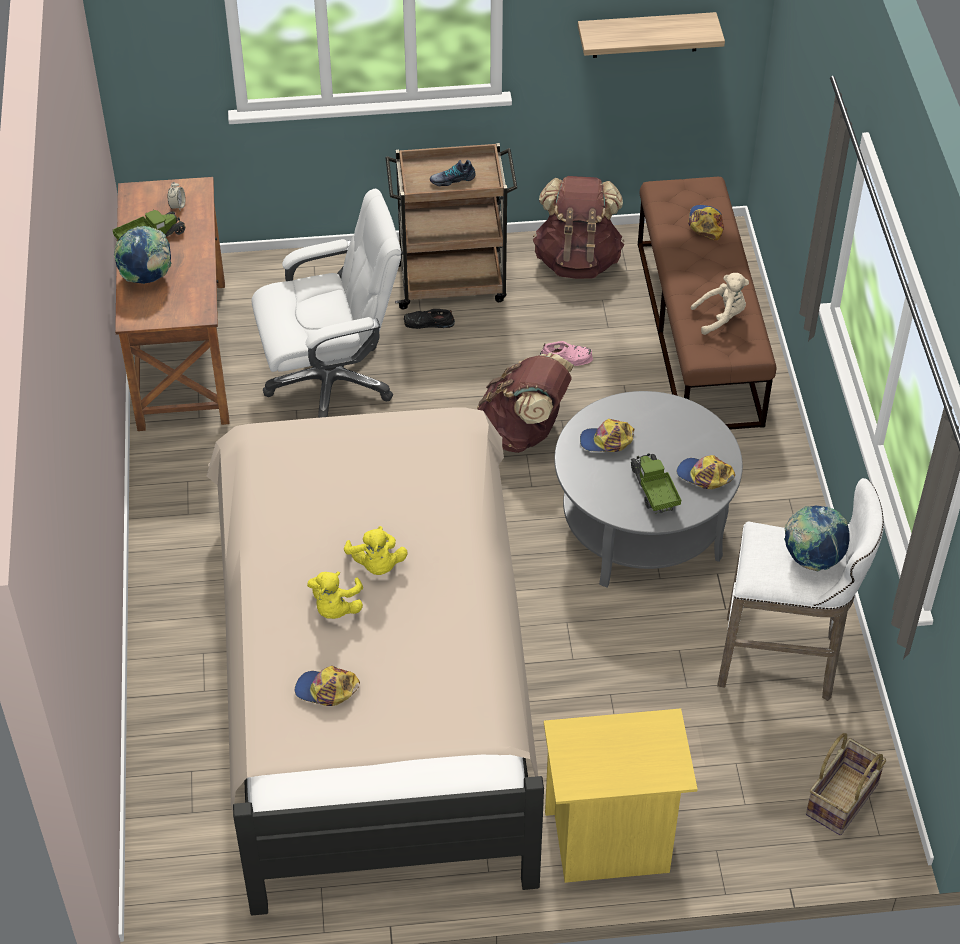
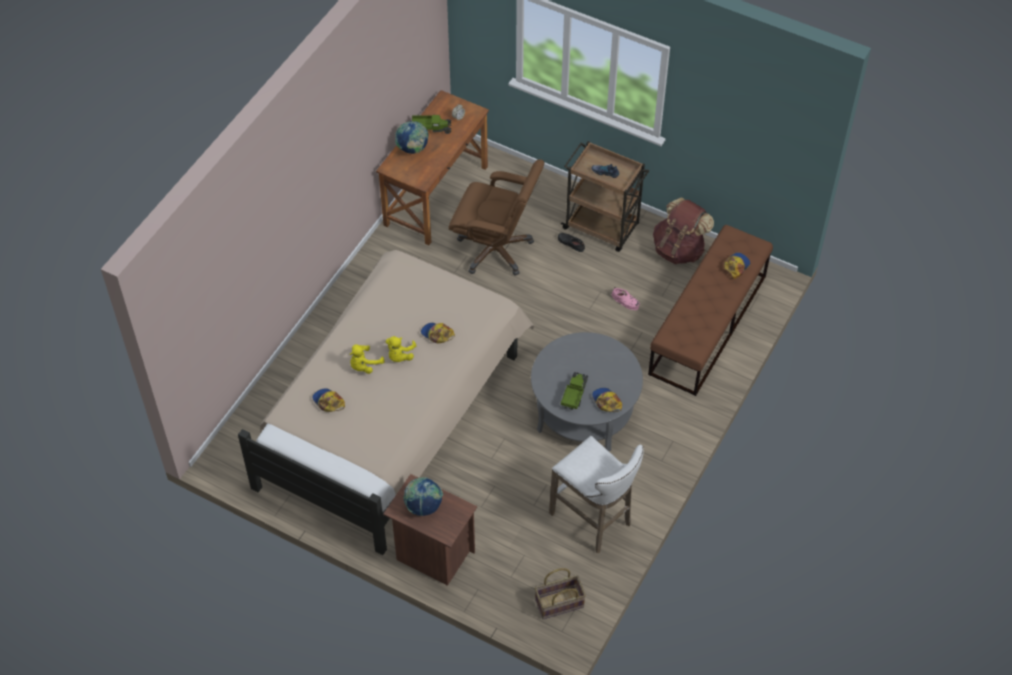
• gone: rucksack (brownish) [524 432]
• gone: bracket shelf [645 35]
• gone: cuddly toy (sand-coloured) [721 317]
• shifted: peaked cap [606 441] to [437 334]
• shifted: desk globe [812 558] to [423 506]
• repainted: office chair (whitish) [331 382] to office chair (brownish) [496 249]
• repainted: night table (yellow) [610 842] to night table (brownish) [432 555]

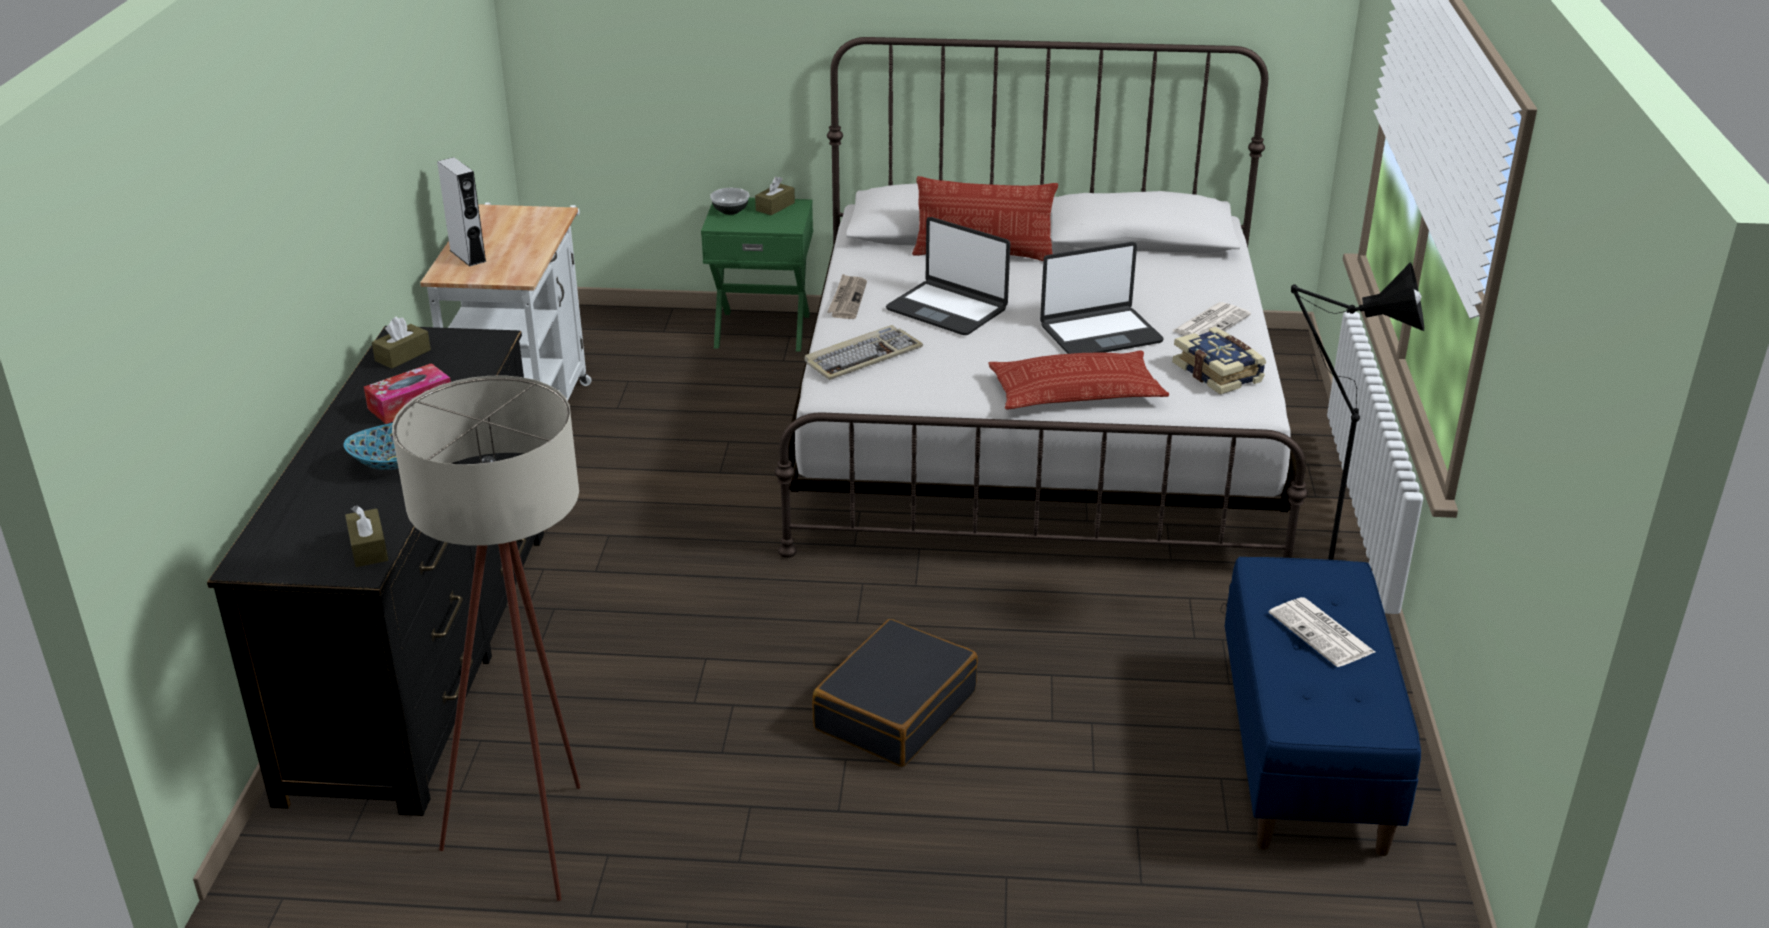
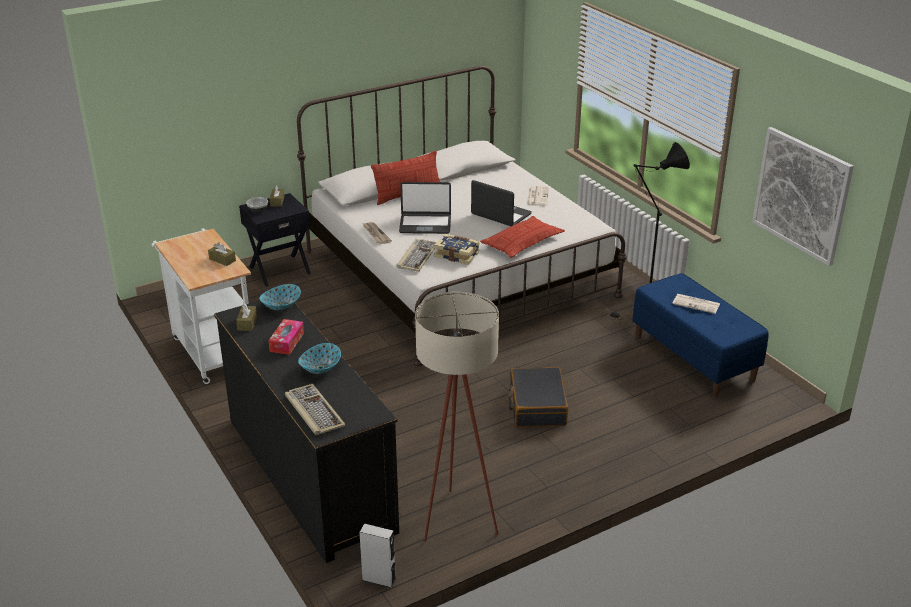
• new: serving bowl [281 306]
• new: keyboard [313 411]
• new: picture [801 195]
• shifted: tissue box (brownish) [368 548] to [222 260]
• shifted: audio speaker (grey) [468 256] to [379 579]
• shifted: bound book [1219 373] to [457 255]
• repainted: night table (greenish) [762 330] to night table (black) [279 270]
• rotated: notebook computer [1100 333] = [500 214] 90 degrees counterclockwise

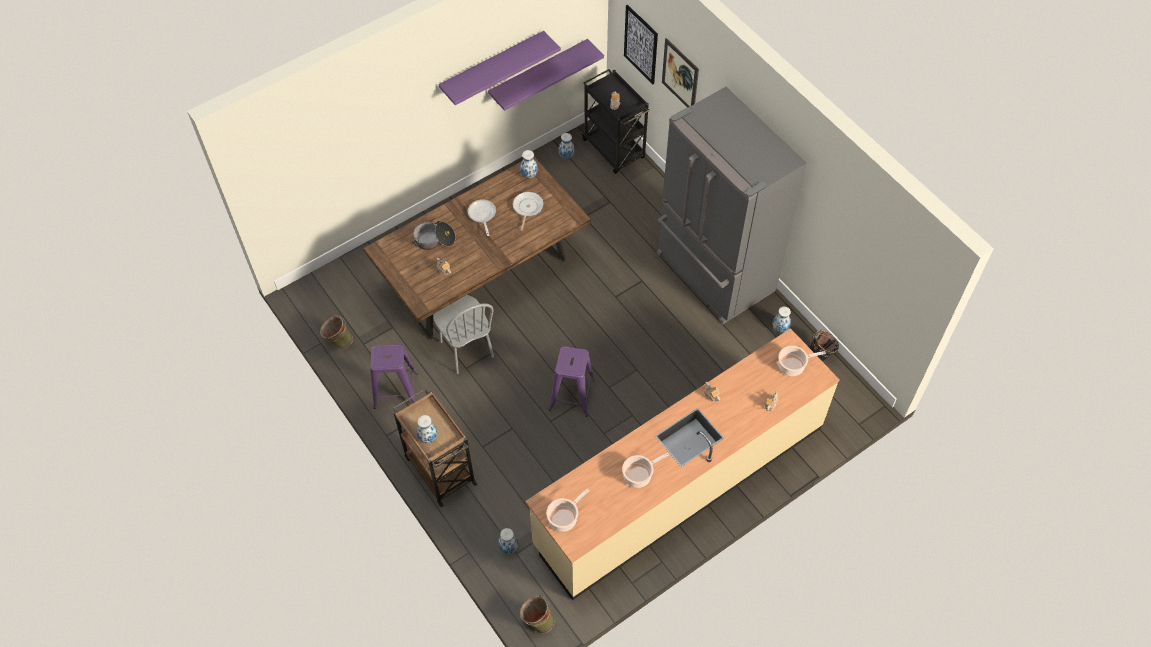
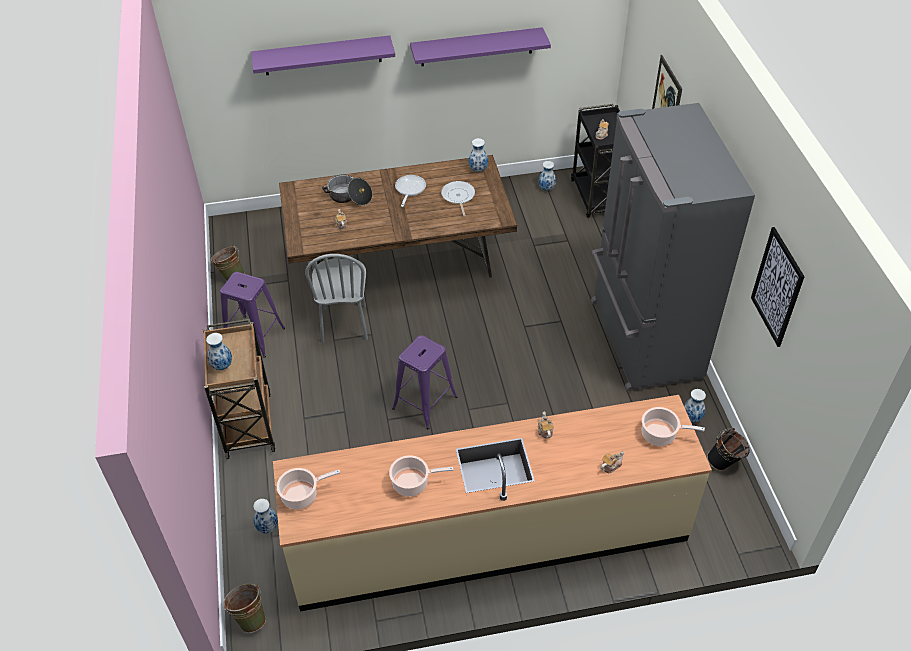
• shifted: bracket shelf (purple-coloured) [538 73] to [322 55]
• shifted: picture [641 44] to [777 287]
• rotated: frying pan [527 208] = [458 197] 45 degrees counterclockwise

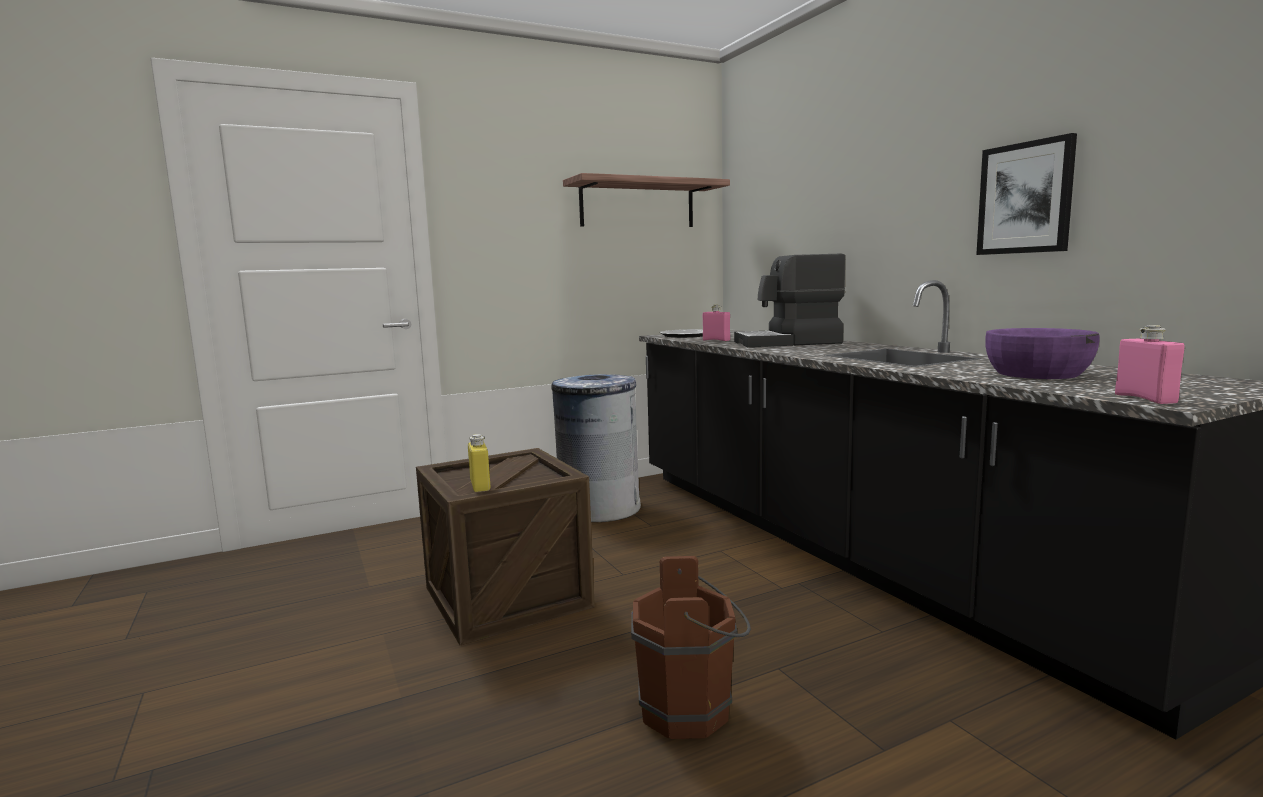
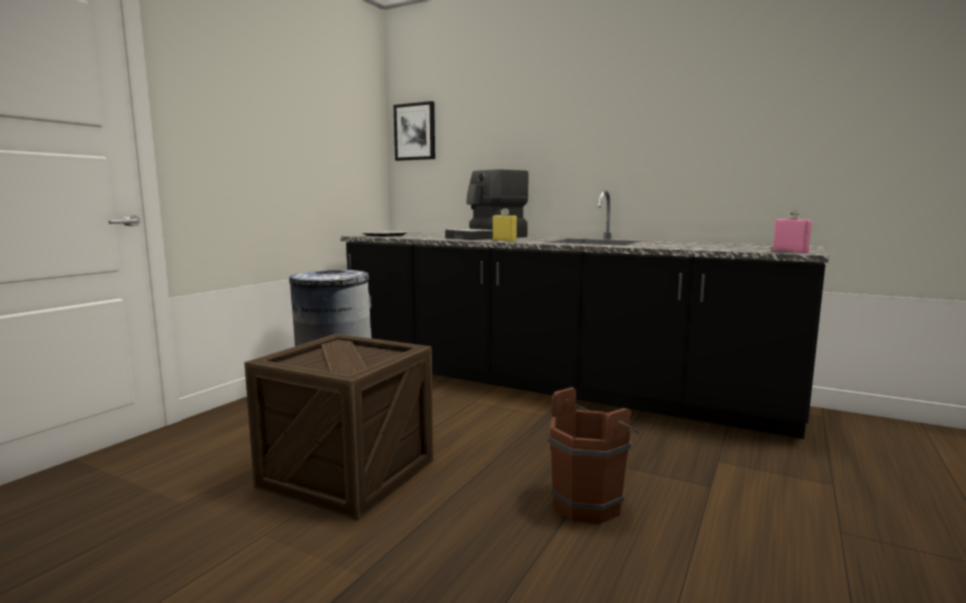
• gone: bracket shelf [637 204]
• gone: beverage bottle (pink-coloured) [716 340]
• gone: serving bowl (purple-coloured) [1037 373]
• shifted: beverage bottle (yellow) [480 486] to [504 241]
• shifted: picture [1025 198] to [415 132]

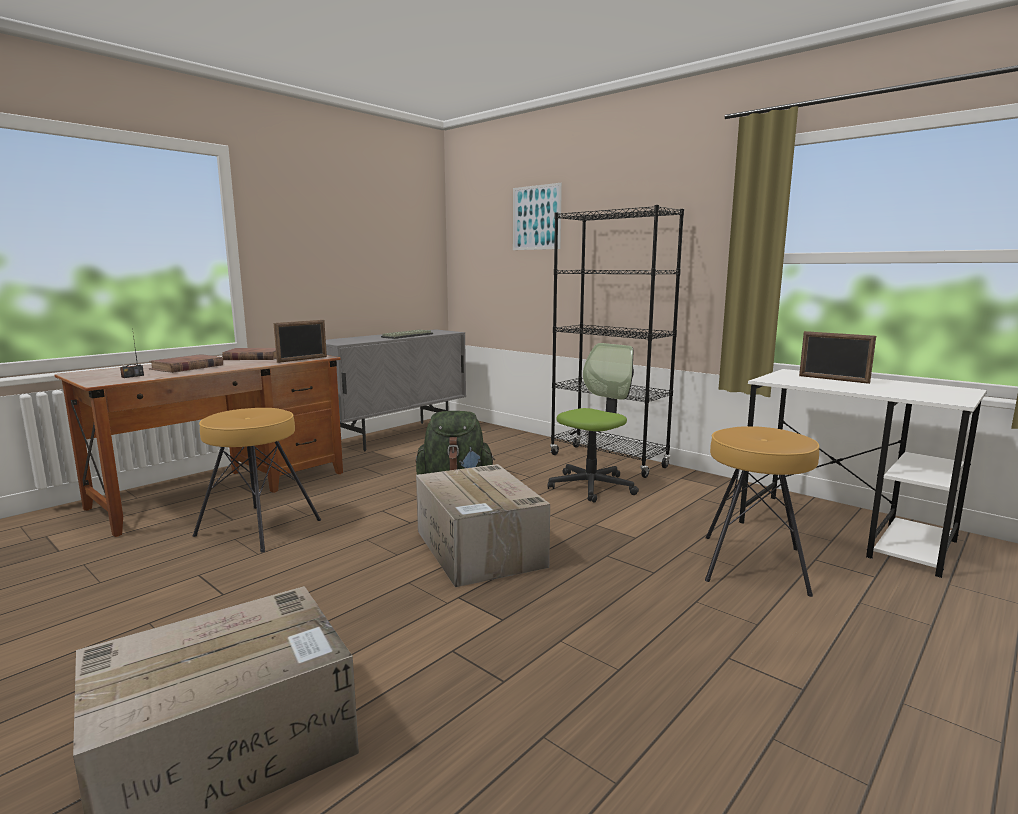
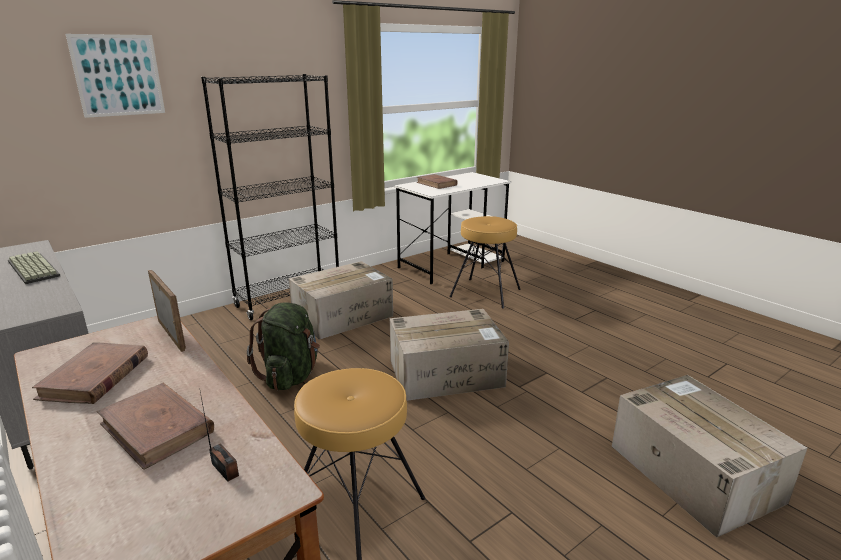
• swapped: office chair [592 486] to packing box [343 315]
• swapped: standing frame [833 379] to bound book (brownish) [436 184]

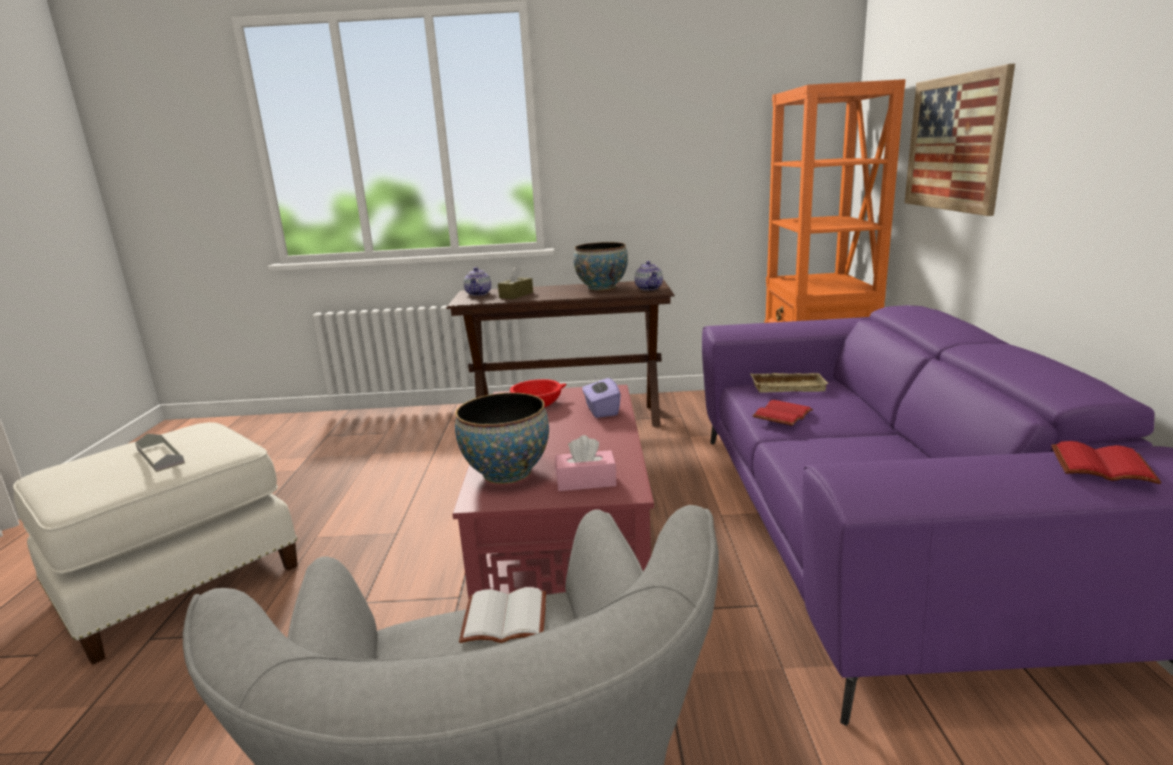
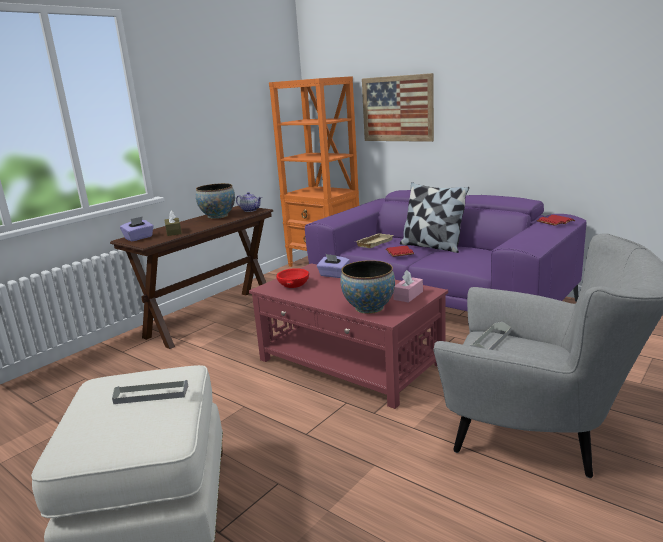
• new: cushion [432 246]
• swapped: bound book (whitish) [503 620] to serving tray (grey) [490 341]
• swapped: tea pot [479 294] to tissue box (purple-coloured) [139 238]

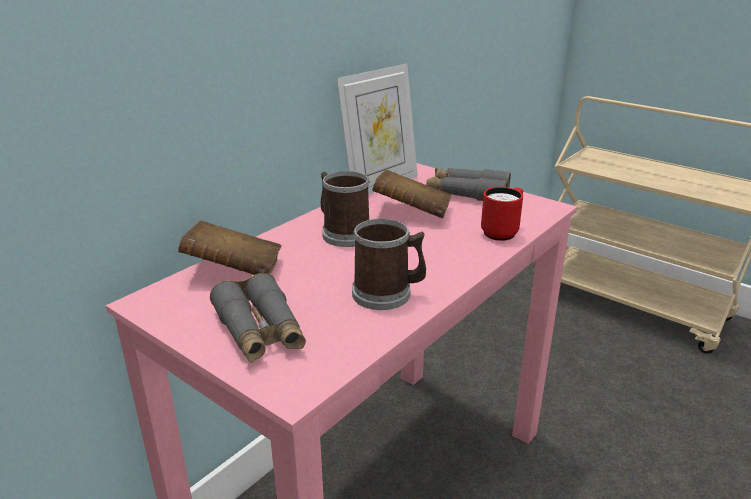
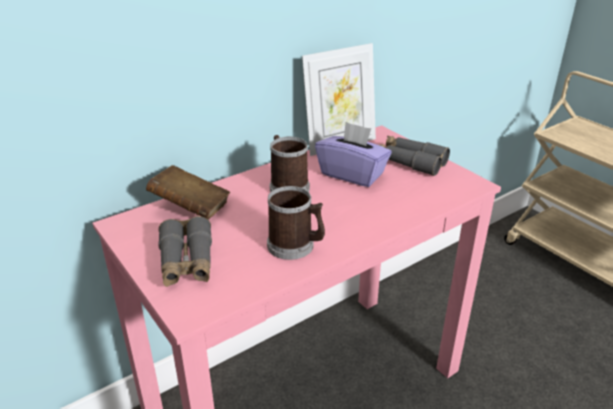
• gone: tea mug (red-coloured) [502 232]
• swapped: bound book (brownish) [412 212] to tissue box (purple-coloured) [352 174]

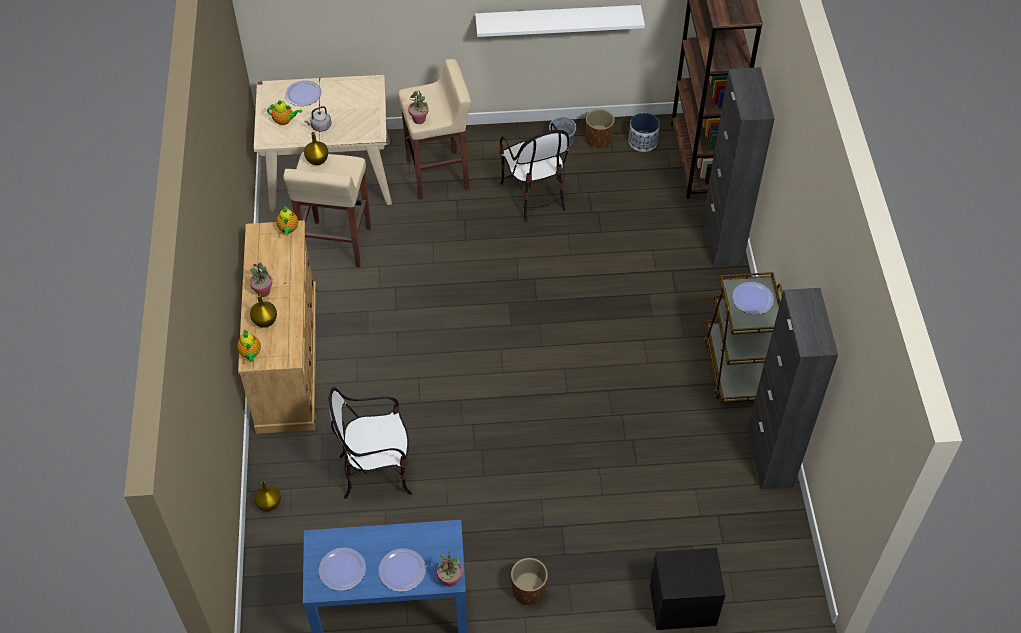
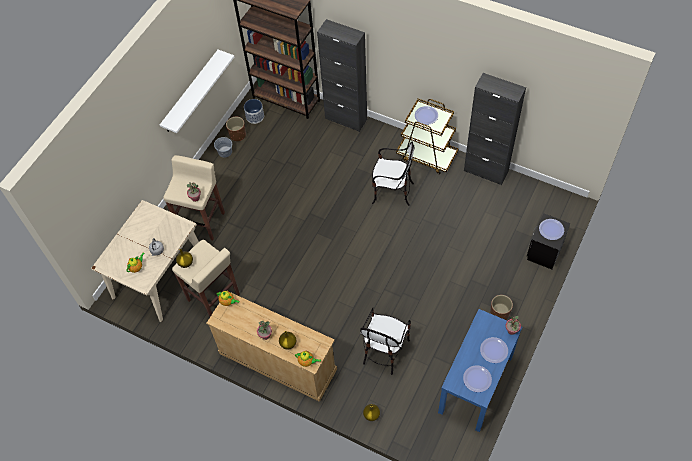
• shifted: dinner plate [303 94] to [551 229]
• shifted: chair [534 195] to [392 192]

